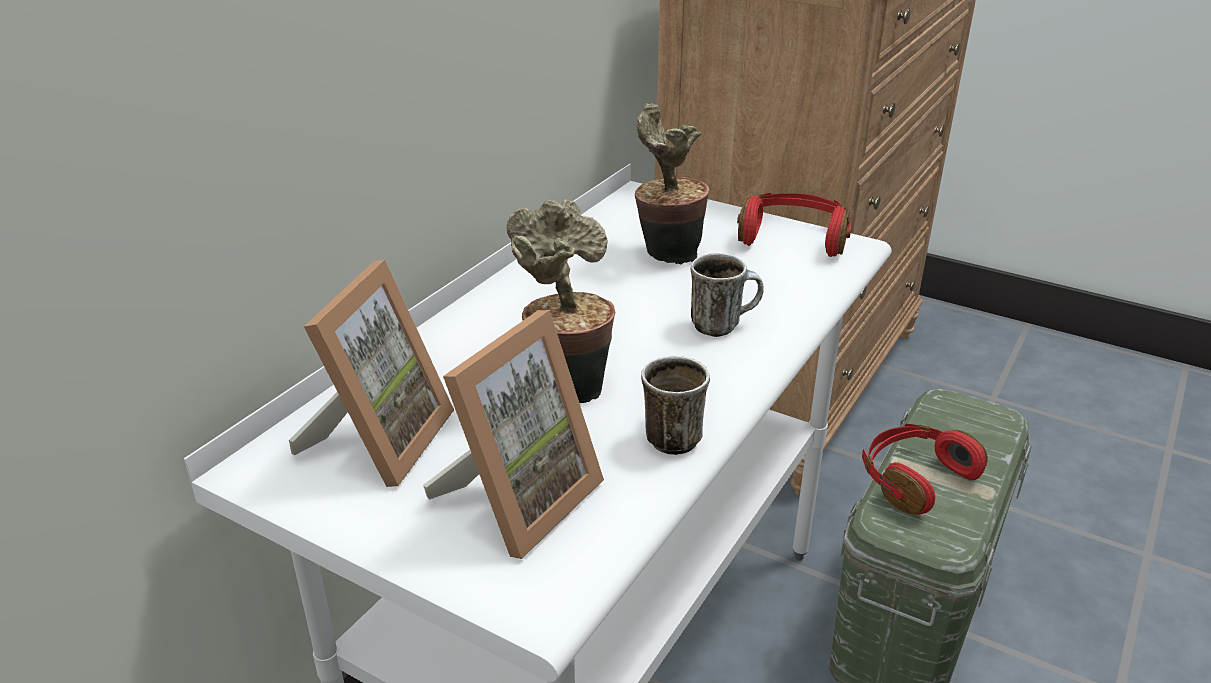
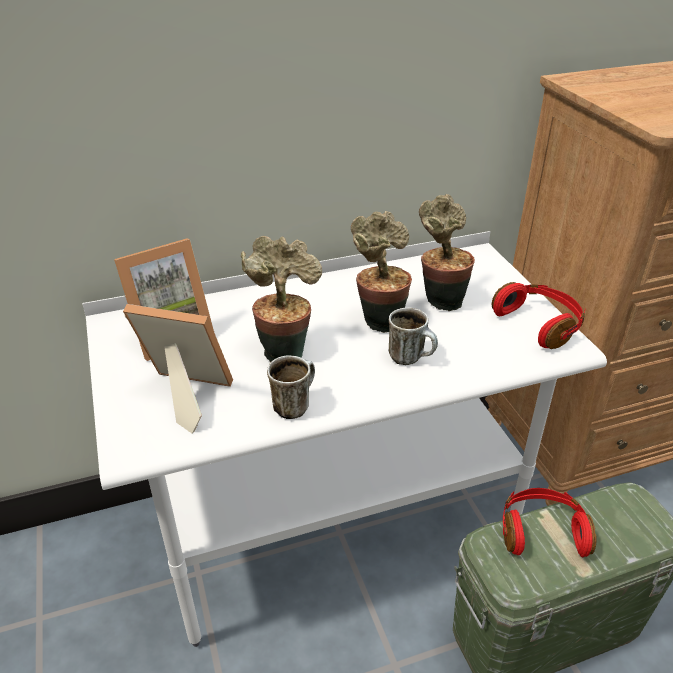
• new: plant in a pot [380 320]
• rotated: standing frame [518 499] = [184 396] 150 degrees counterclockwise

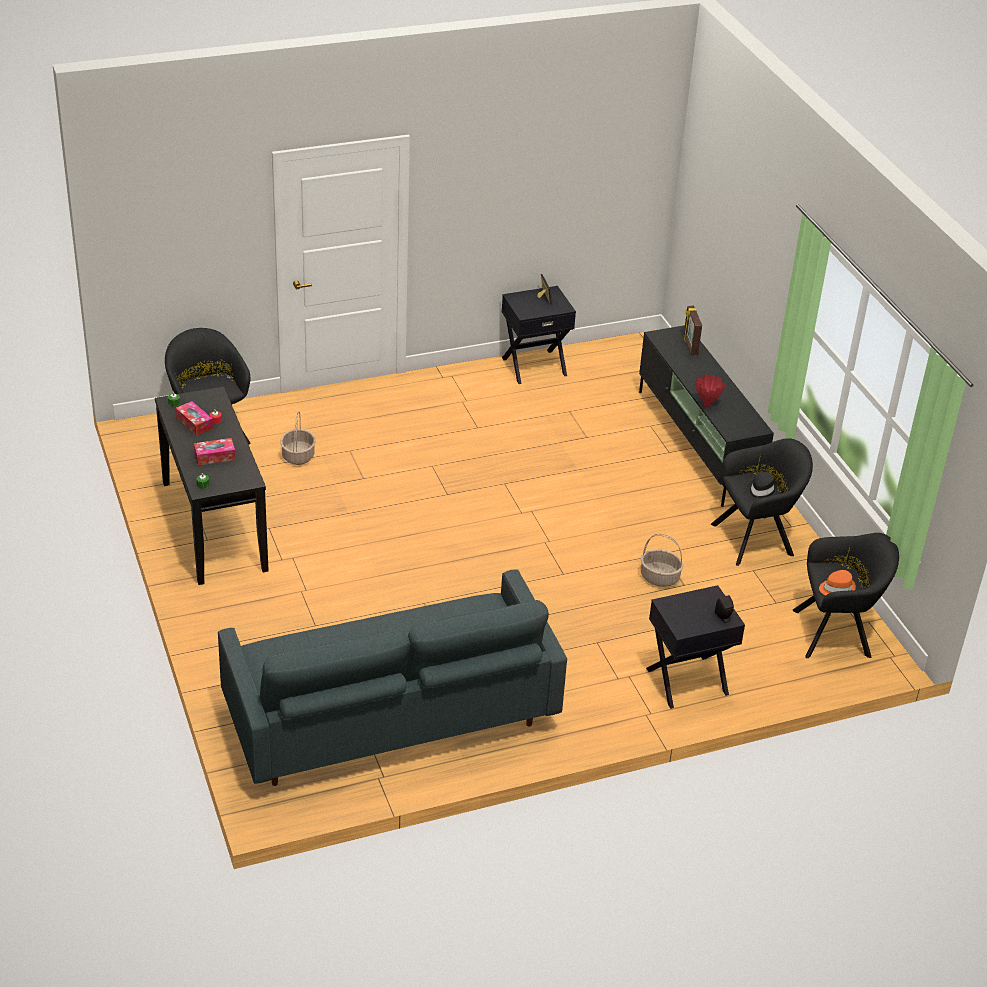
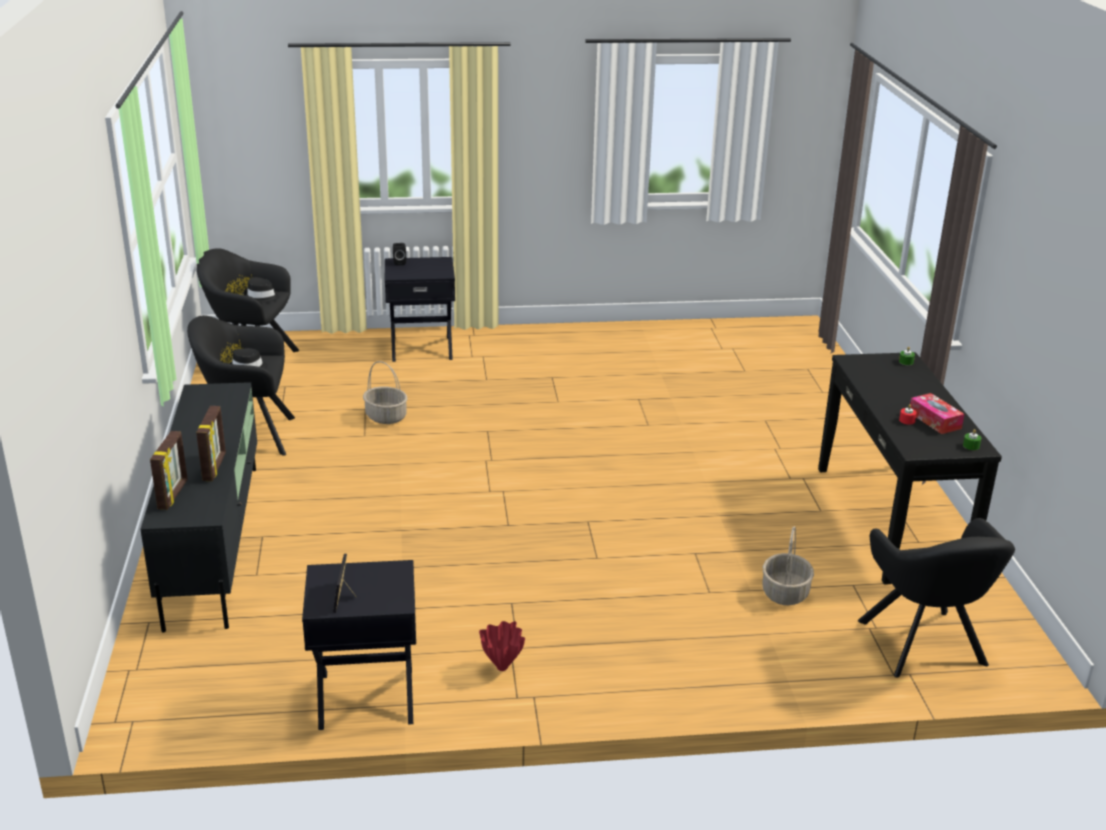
• gone: tissue box [215 456]
• gone: couch (grey) [390 718]
• new: standing frame [215 467]
• shifted: decorative vase (red-coloured) [707 404] to [501 668]
• repainted: hat (orange-coloured) [837 589] to hat (black) [261 297]

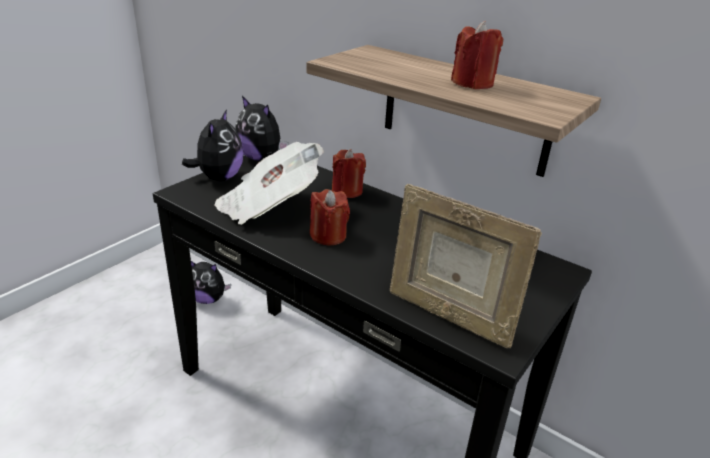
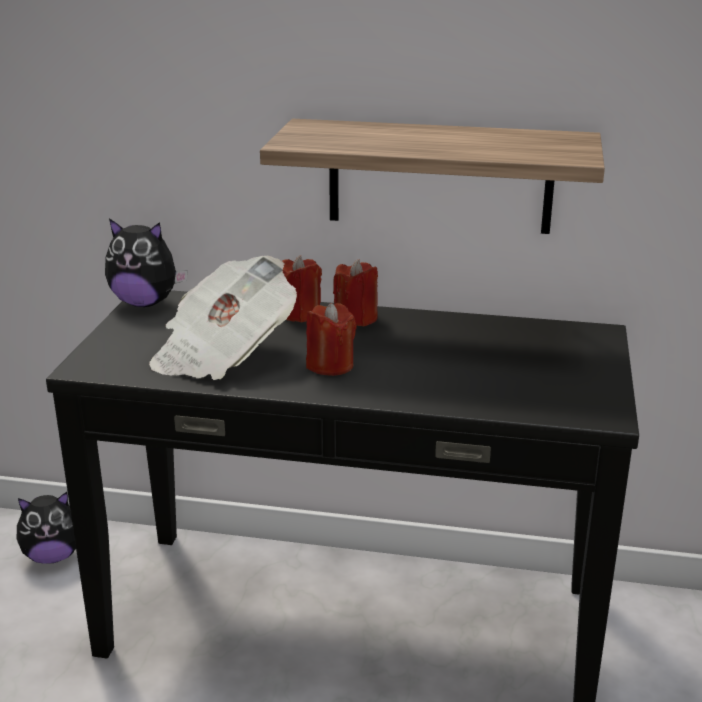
• gone: cuddly toy [219 178]
• gone: standing frame [448 315]
• shifted: candle (red-coloured) [473 83] to [356 318]

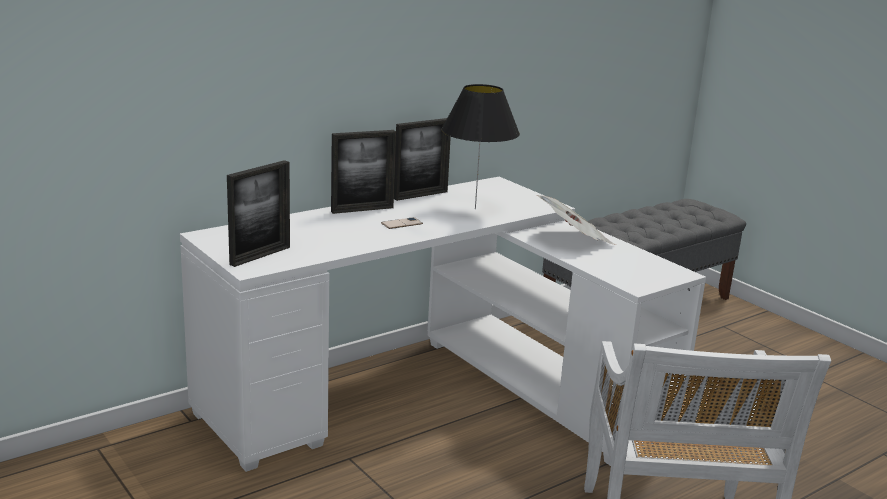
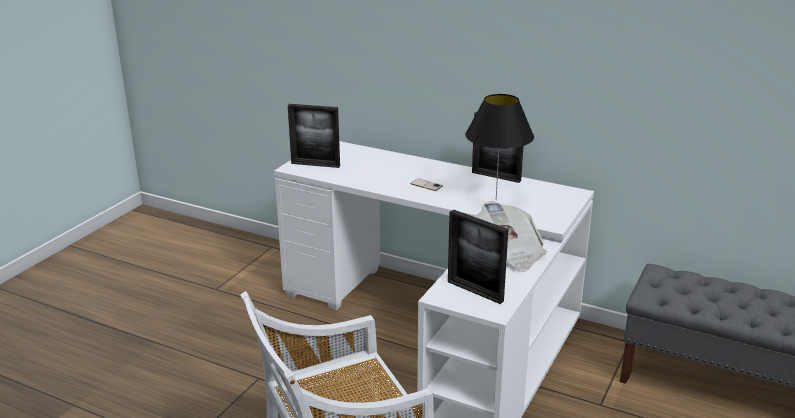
• shifted: standing frame [362 209] to [475 291]

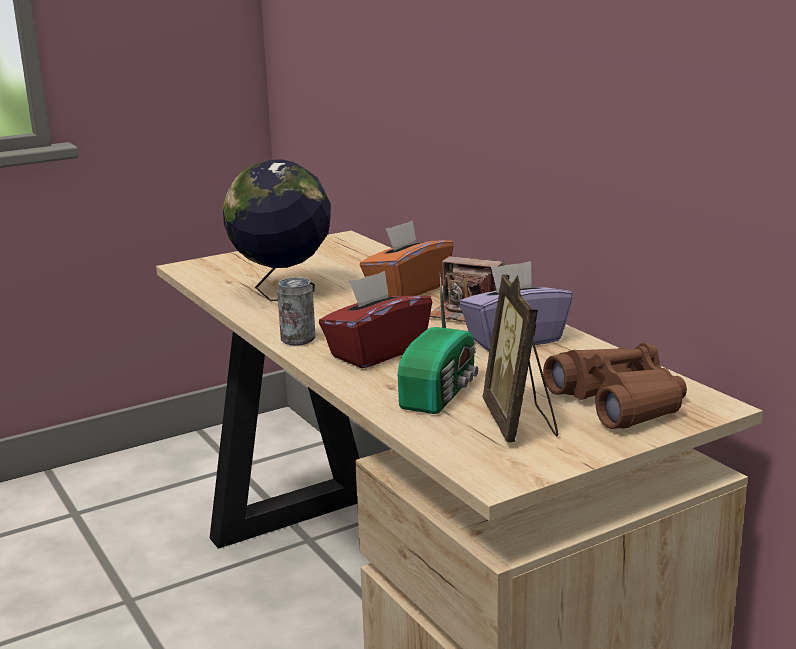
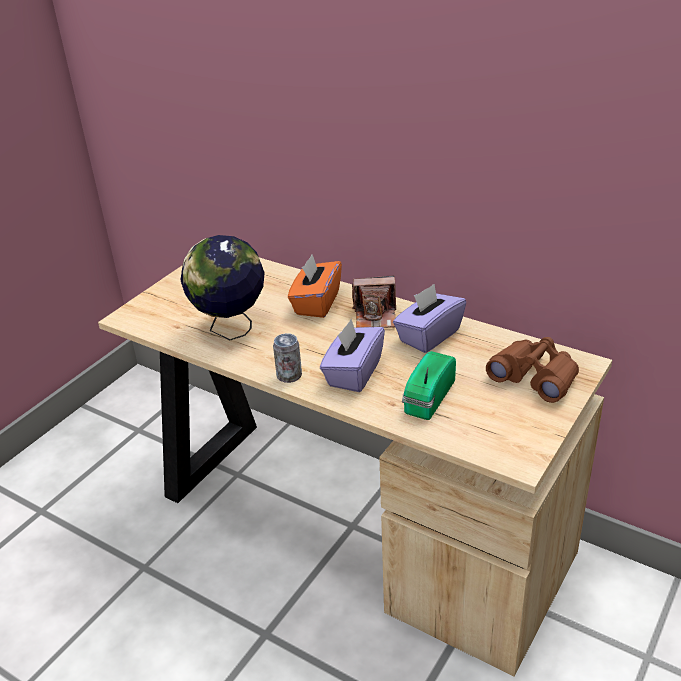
• gone: standing frame [520 423]
• repainted: tissue box (red-coloured) [376 352] to tissue box (purple-coloured) [353 373]
• rotated: radio [442 391] = [427 398] 150 degrees counterclockwise

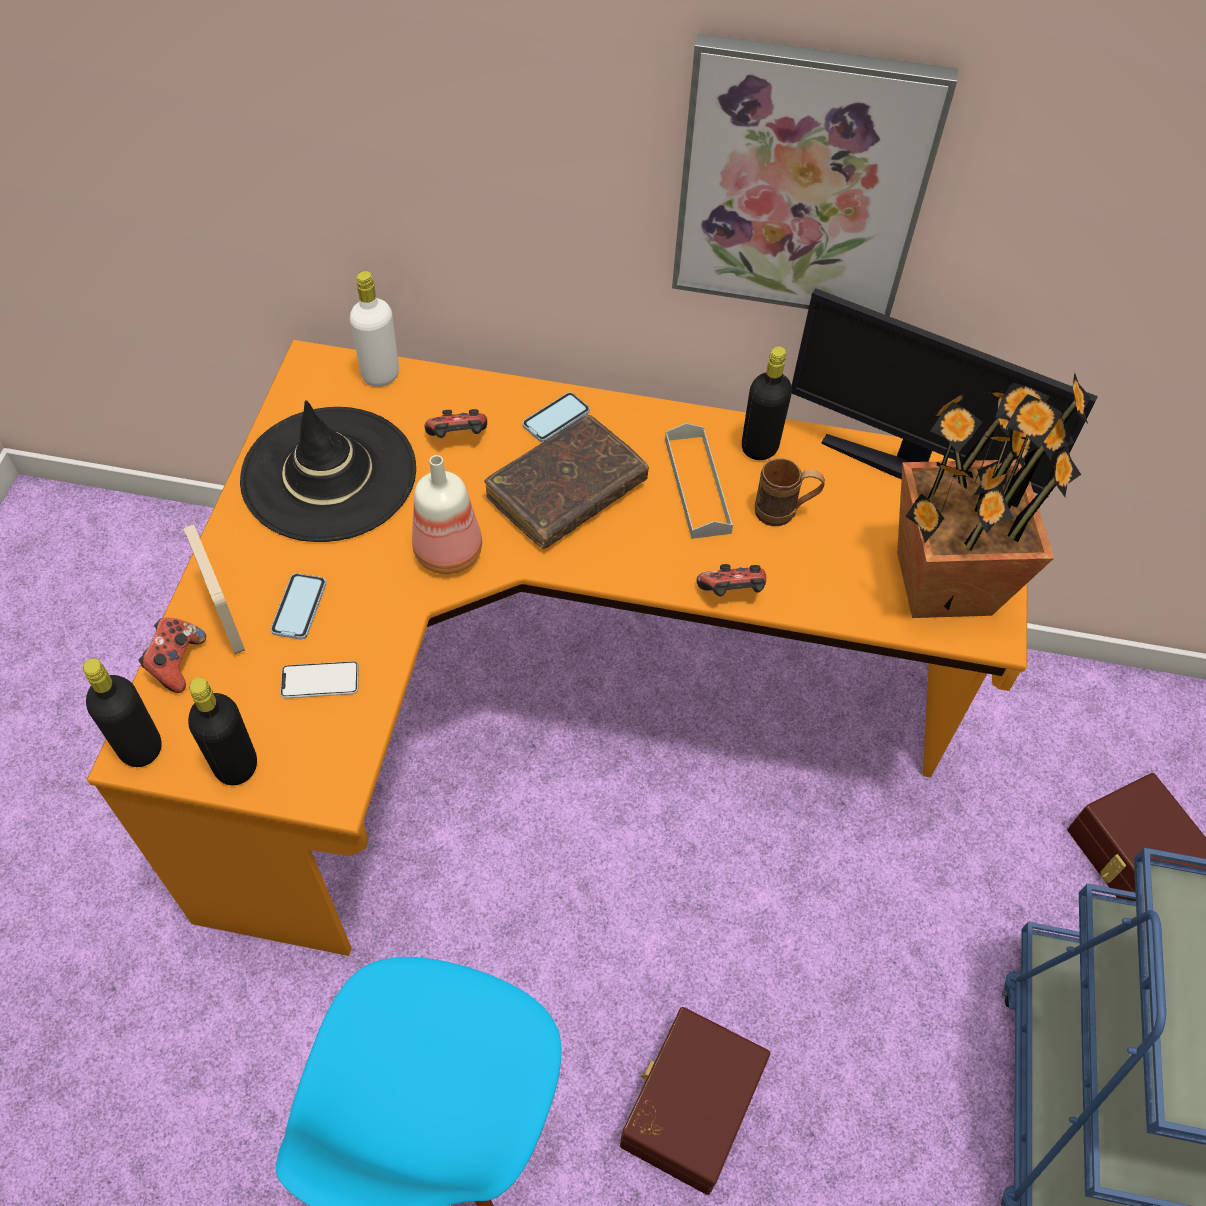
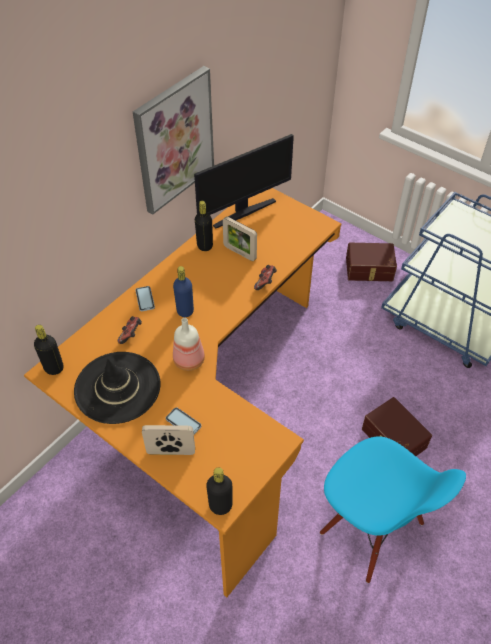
• gone: joypad [176 663]
• gone: telephone [320 681]
• gone: beverage bottle (whitish) [380 375]
• gone: serving tray (grey) [697 485]
• gone: plant in a pot [942 582]
• shifted: beverage bottle (black) [236 765] to [54 368]
• swapped: bound book (brownish) [566 492] to beverage bottle (blue) [185 311]
• swapped: tea mug (brownish) [784 513] to standing frame [239 253]

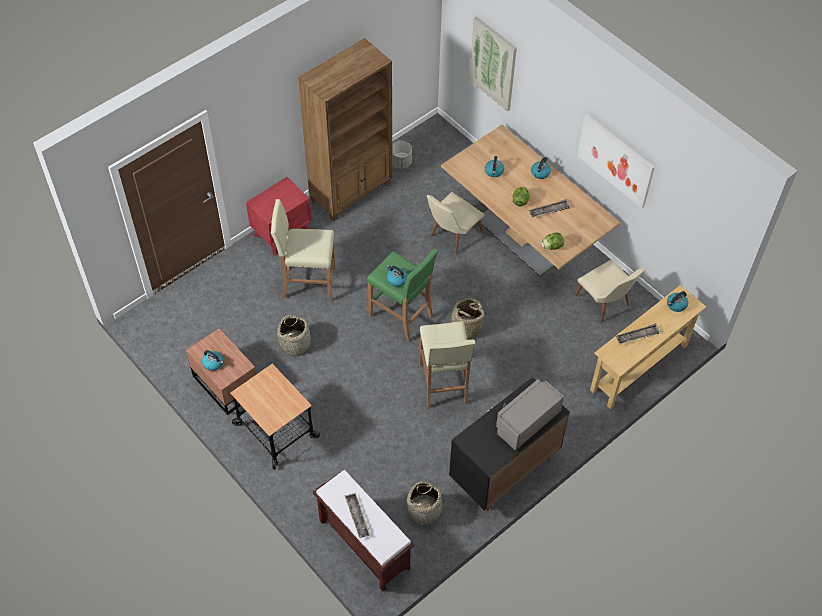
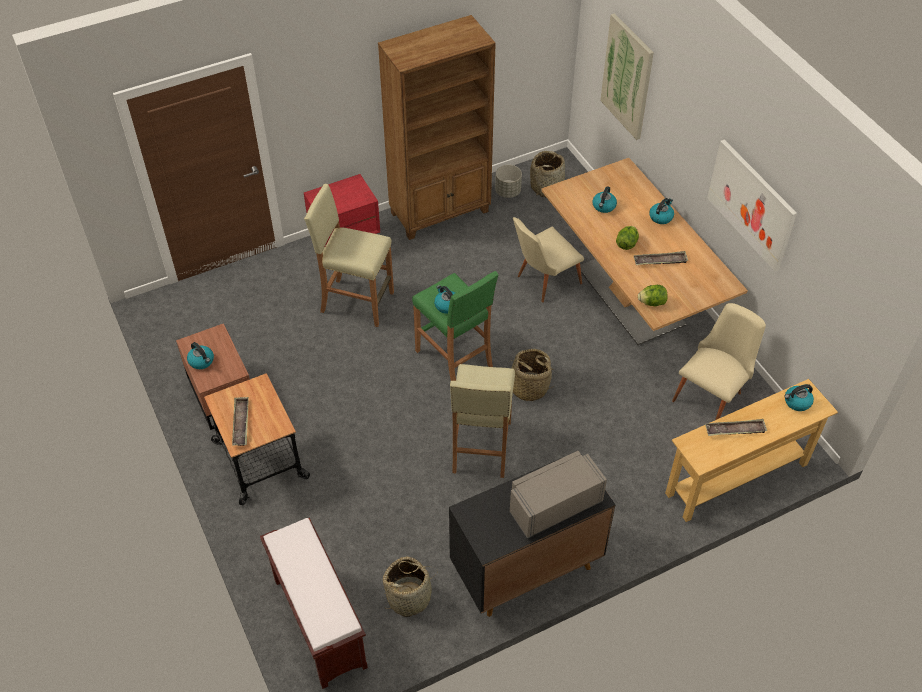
• shifted: storage basket [295 344] to [547 187]
• shifted: serving tray [357 516] to [241 423]
• rotated: chair (sand-coloured) [605 304] = [712 393] 120 degrees counterclockwise

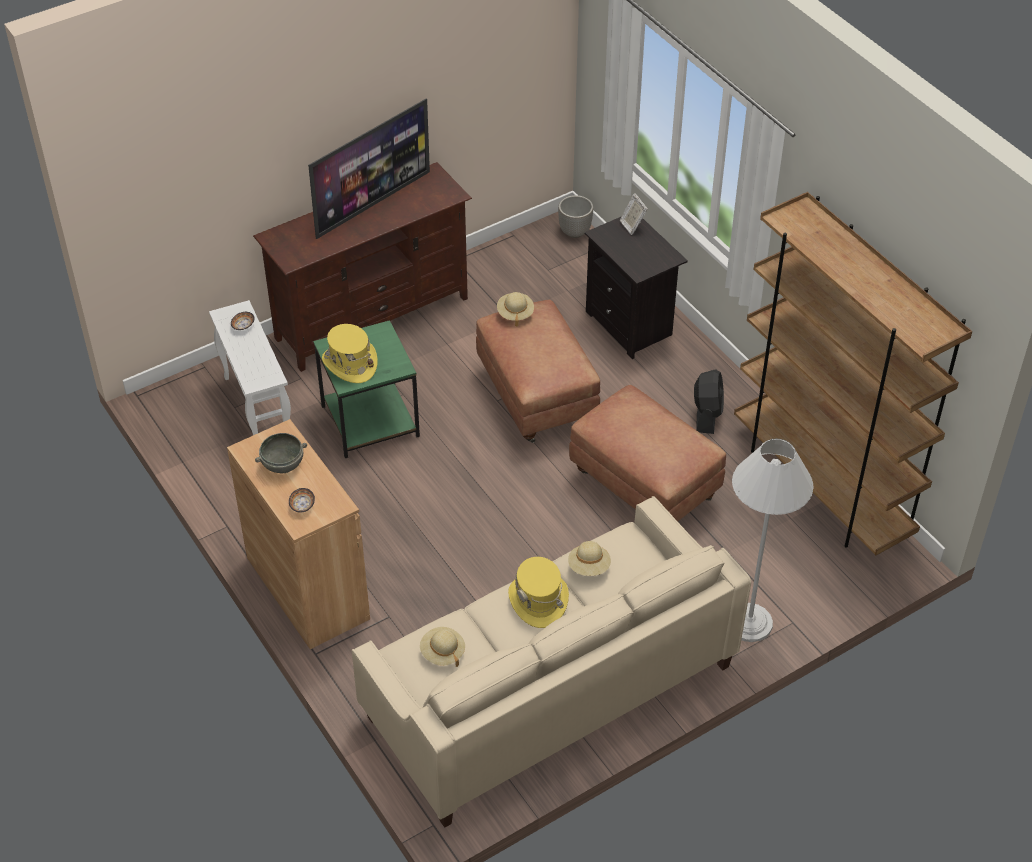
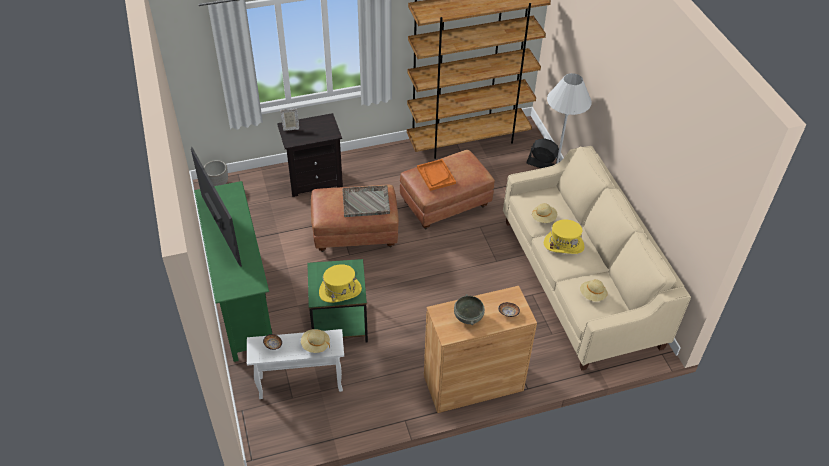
• new: serving tray (grey) [366 202]
• new: serving tray (orange-coloured) [436 175]
• shifted: hat (sand-coloured) [515 313] to [315 345]
• shifted: fan (black) [707 414] to [542 164]
• repainted: media console (brownish) [372 317] to media console (greenish) [242 302]

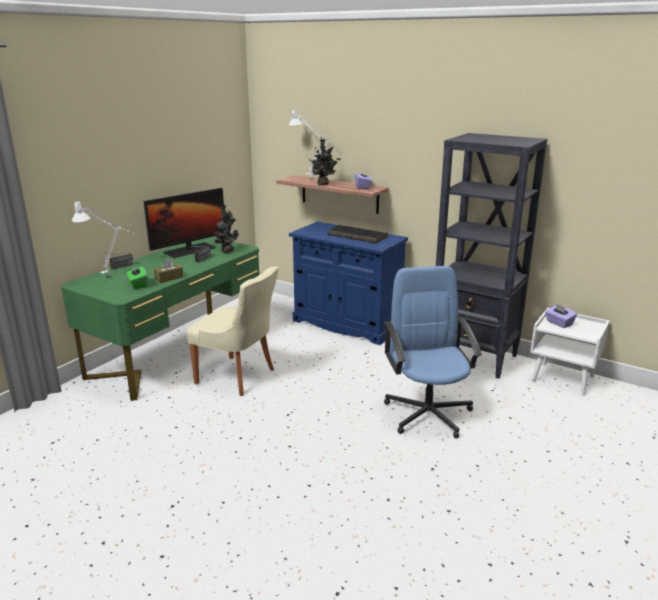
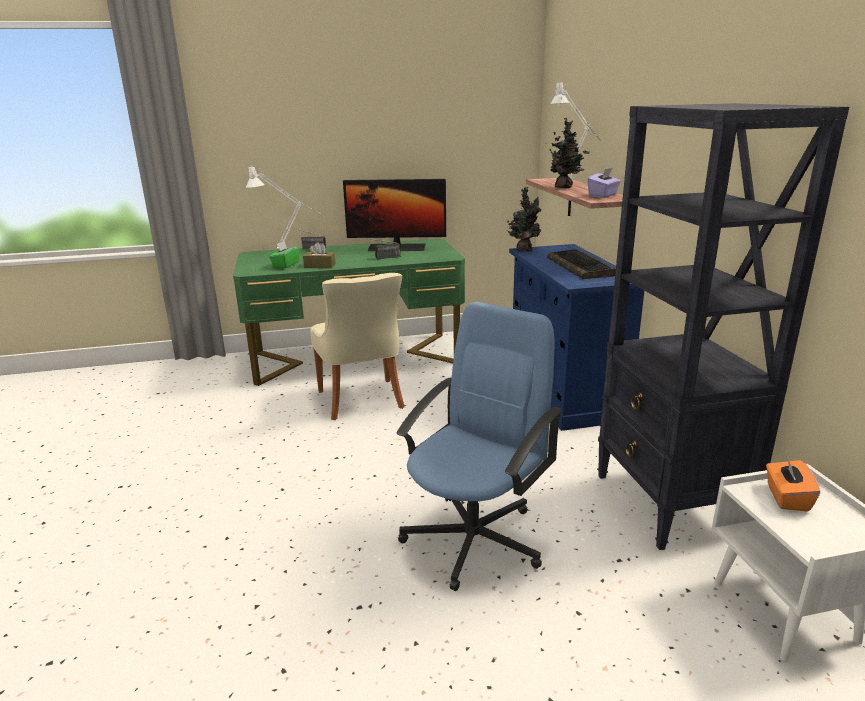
• shifted: plant in a pot [226 251] to [524 249]
• repainted: tissue box (purple-coloured) [559 323] to tissue box (orange-coloured) [786 498]

